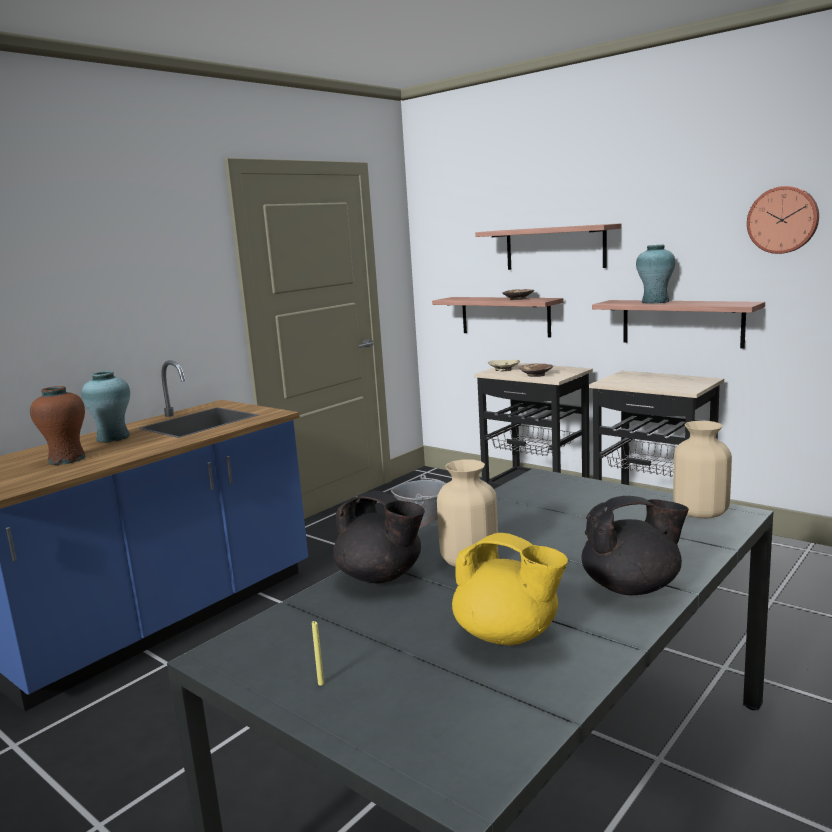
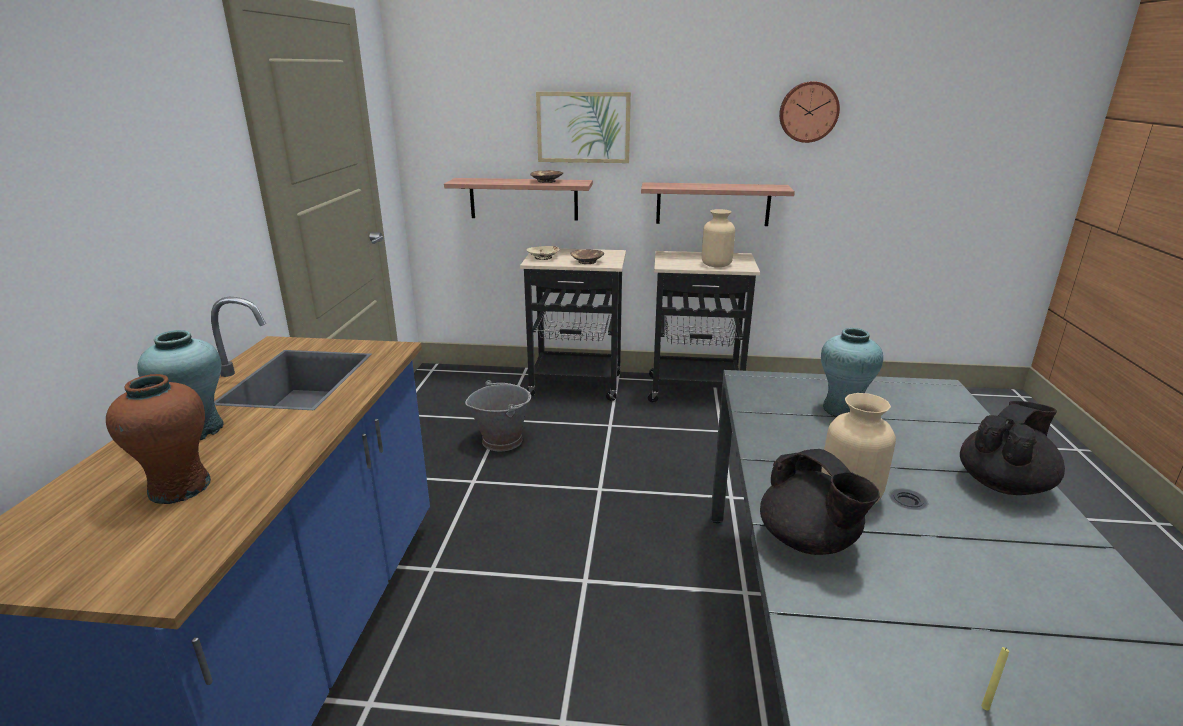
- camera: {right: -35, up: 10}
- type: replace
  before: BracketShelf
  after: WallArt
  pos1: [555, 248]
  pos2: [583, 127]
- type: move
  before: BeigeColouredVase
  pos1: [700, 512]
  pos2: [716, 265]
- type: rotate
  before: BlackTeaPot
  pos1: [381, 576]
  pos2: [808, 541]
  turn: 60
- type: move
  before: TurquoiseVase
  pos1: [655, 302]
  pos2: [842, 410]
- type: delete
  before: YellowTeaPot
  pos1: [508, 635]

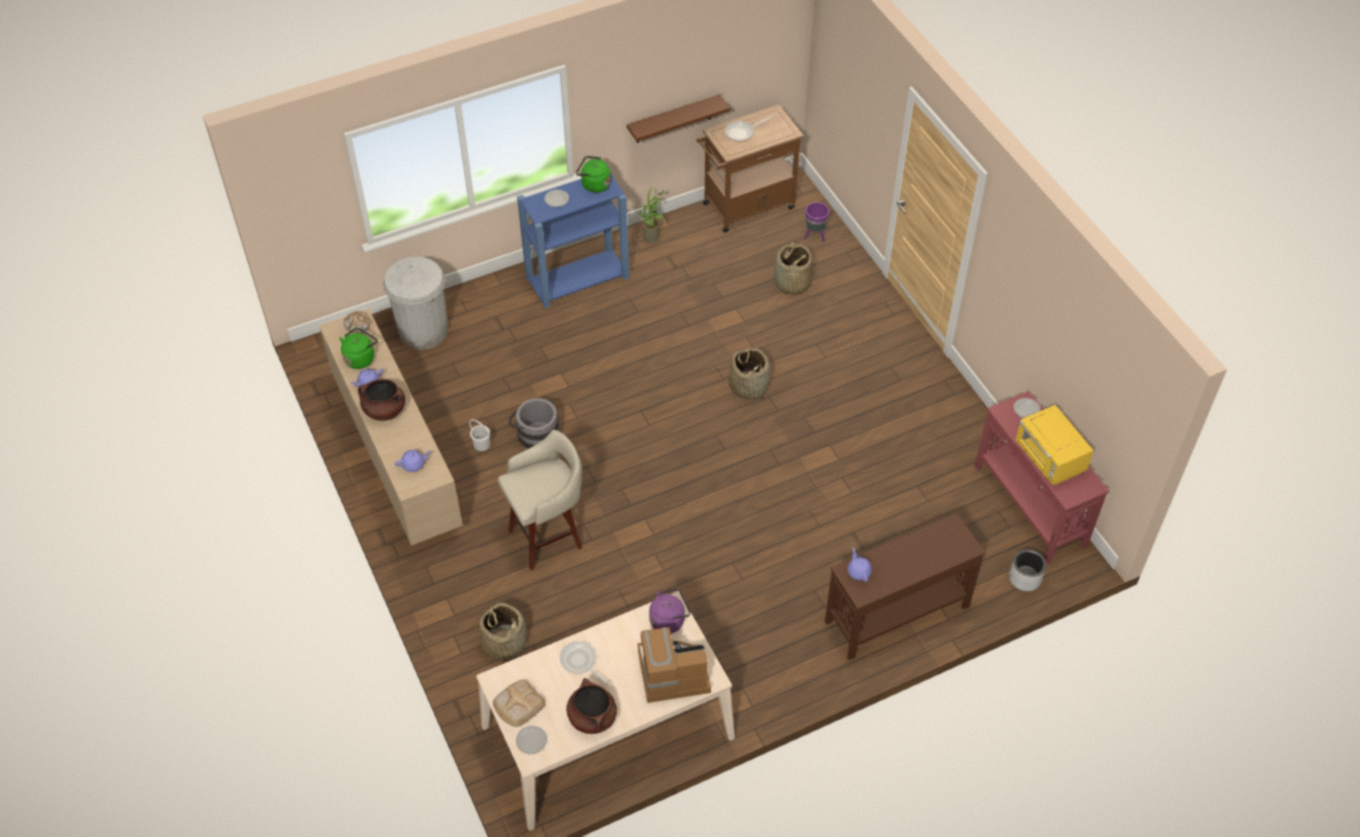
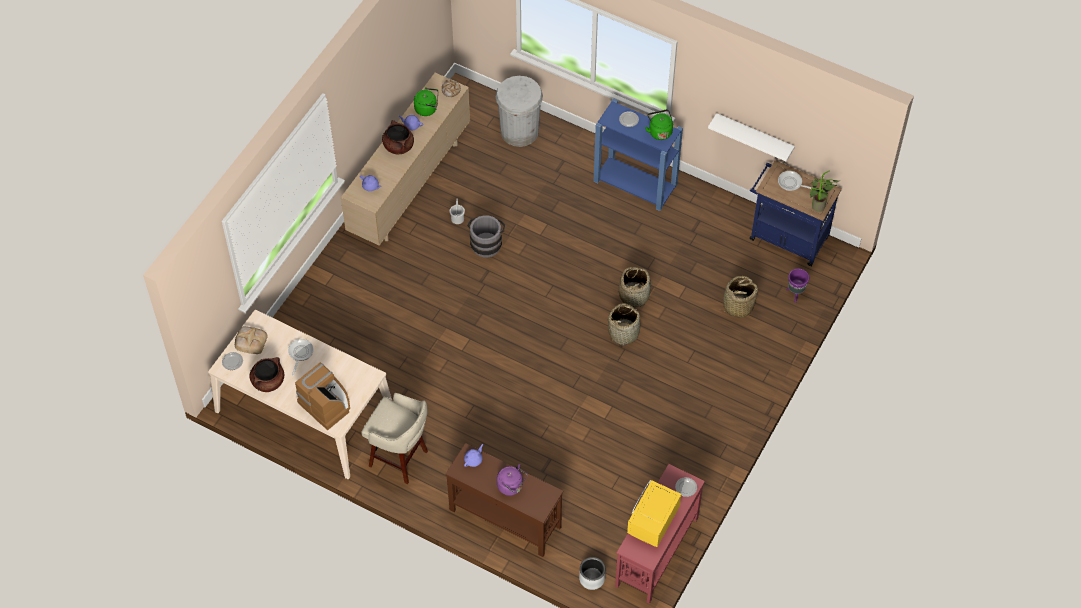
- camera: {right: 55, up: 5}
- type: move
  before: BeigeColouredStoolSeat
  pos1: [548, 538]
  pos2: [400, 460]
- type: move
  before: PurpleTeaKettle
  pos1: [669, 620]
  pos2: [511, 486]
- type: move
  before: Basket
  pos1: [504, 643]
  pos2: [634, 295]
- type: recolor
  before: BrownBracketShelf
  after: WhiteBracketShelf
  pos1: [673, 119]
  pos2: [754, 136]
- type: recolor
  before: BrownWheeledCart
  after: BlueColouredWheeledCart
  pos1: [746, 207]
  pos2: [786, 238]
- type: move
  before: PottedPlant
  pos1: [652, 239]
  pos2: [817, 208]

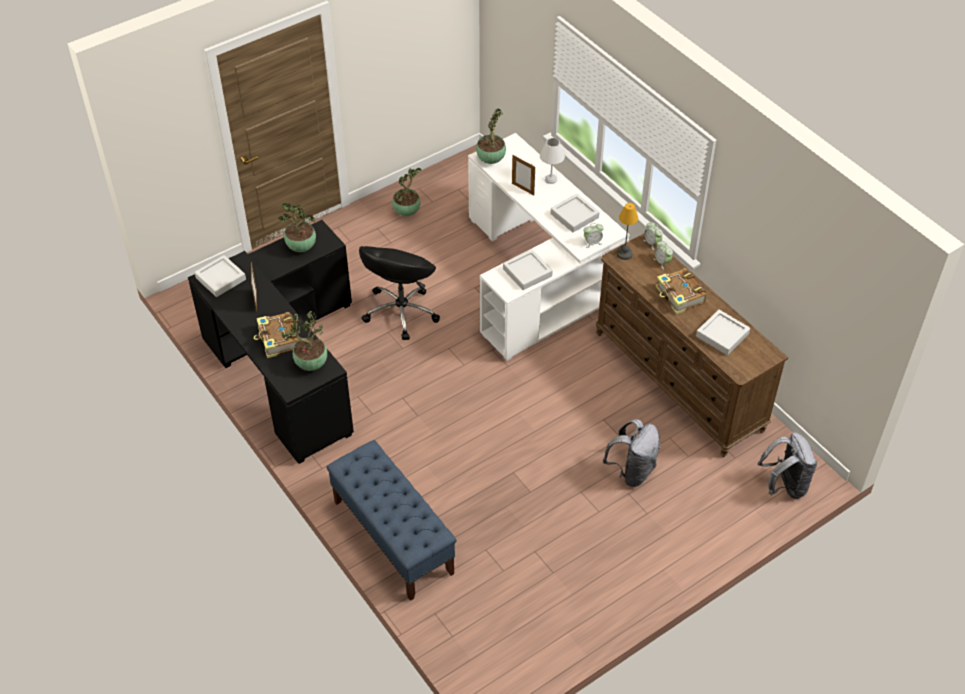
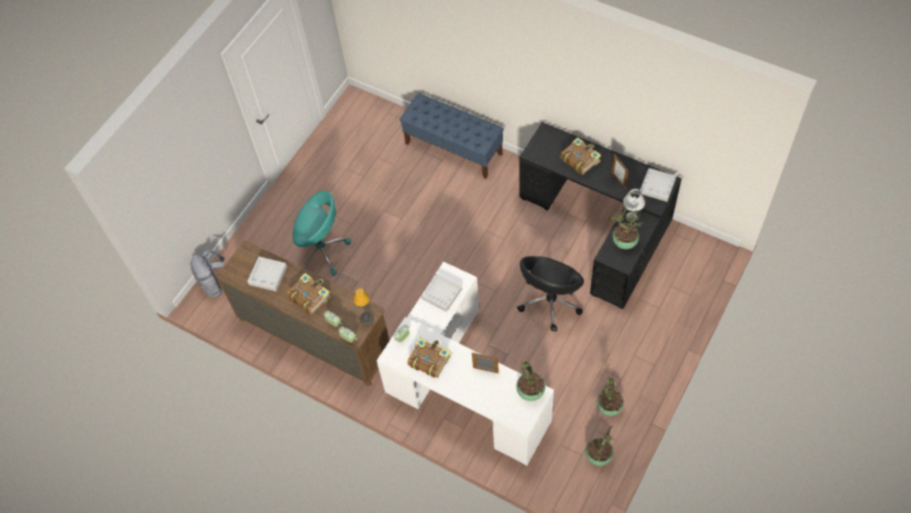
- camera: {right: 160, up: 10}
- type: replace
  before: GreyishBackpack
  after: TurquoiseComputerChair
  pos1: [632, 471]
  pos2: [323, 252]
- type: replace
  before: GreyishTray
  after: Volume
  pos1: [574, 216]
  pos2: [429, 360]
- type: rotate
  before: BlackComputerChair
  pos1: [400, 314]
  pos2: [549, 304]
  turn: -150
- type: move
  before: PottedPlant
  pos1: [310, 365]
  pos2: [598, 456]
- type: move
  before: WhiteTabletopLamp
  pos1: [551, 179]
  pos2: [631, 217]

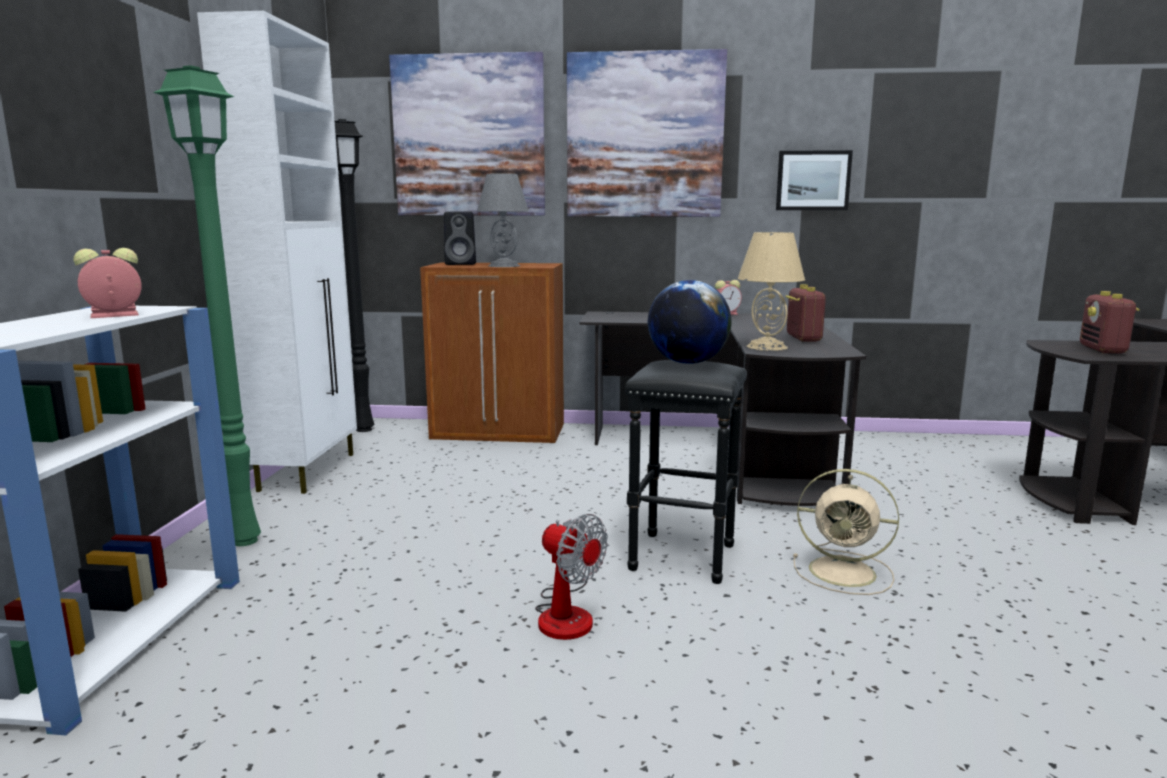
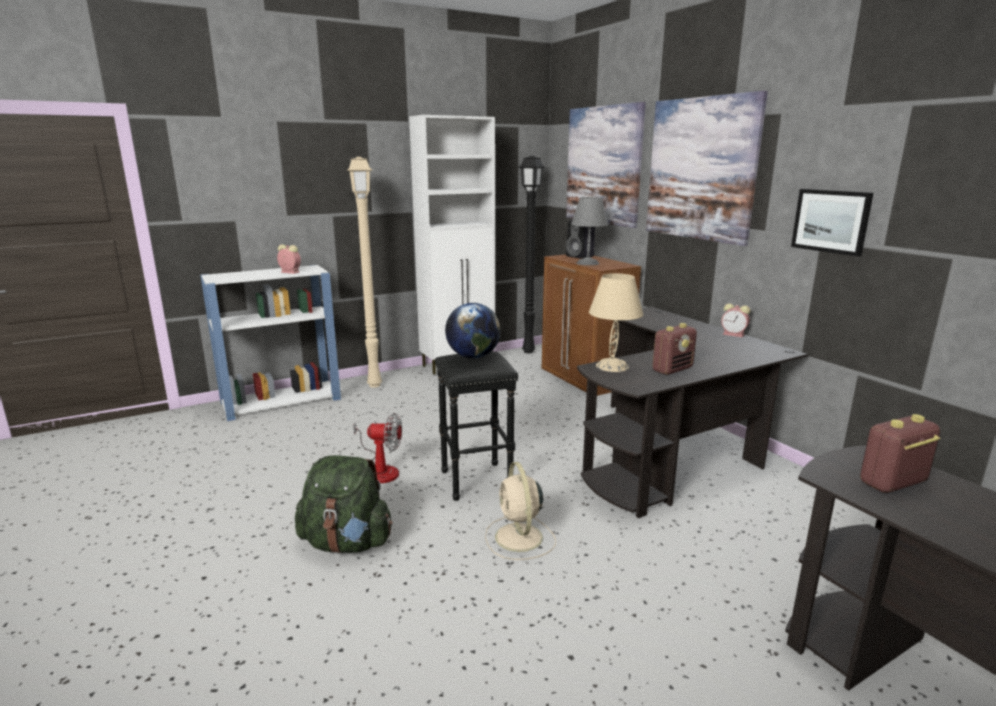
- camera: {right: 55, up: 5}
- type: insert
  after: GreenBackpack
  pos2: [347, 543]
- type: recolor
  before: GreenFloorLamp
  after: BeigeColouredFloorLamp
  pos1: [245, 540]
  pos2: [375, 385]
- type: rotate
  before: ElectricFan
  pos1: [566, 613]
  pos2: [379, 470]
  turn: -90

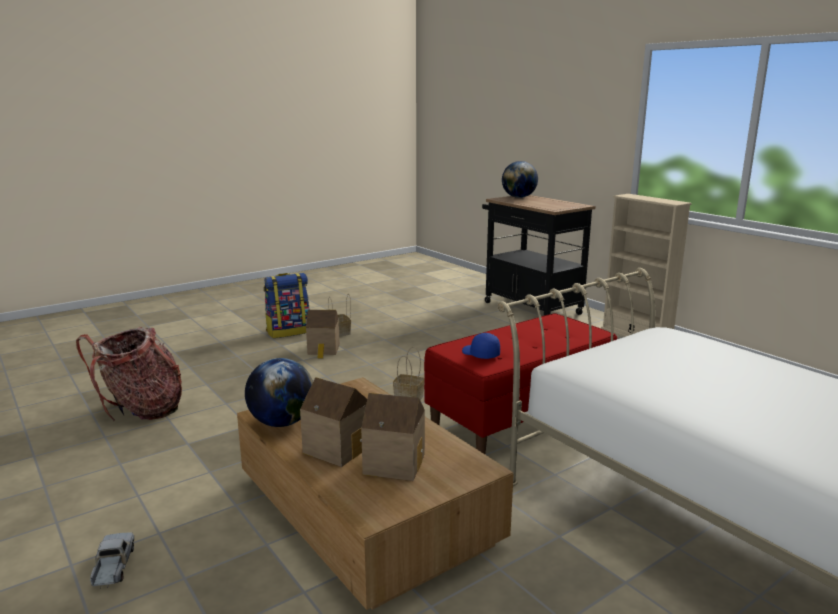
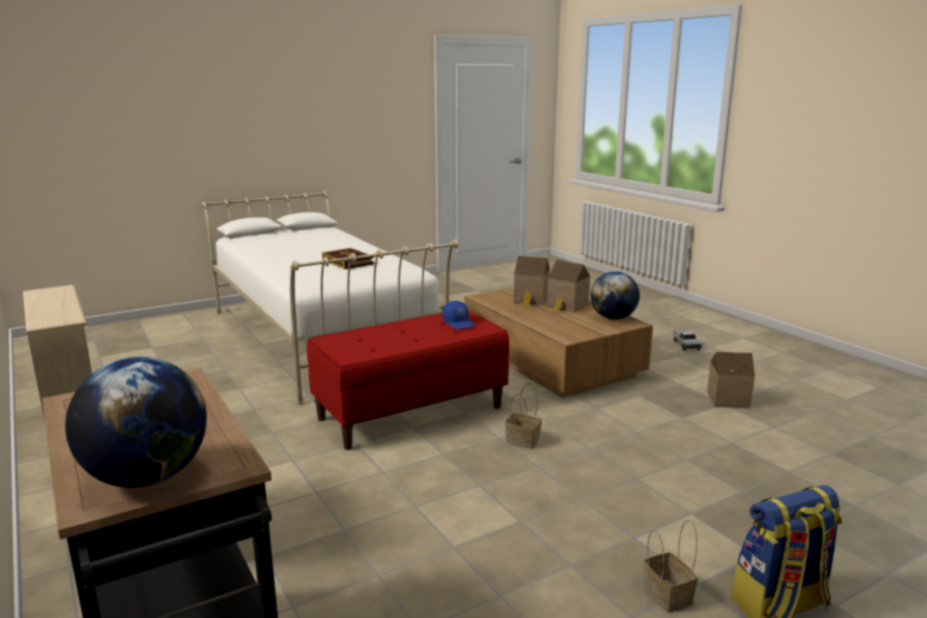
- camera: {right: -175, up: 0}
- type: insert
  after: Volume
  pos2: [347, 262]
- type: move
  before: ModelHouse
  pos1: [323, 350]
  pos2: [727, 399]
- type: delete
  before: Backpack
  pos1: [142, 411]

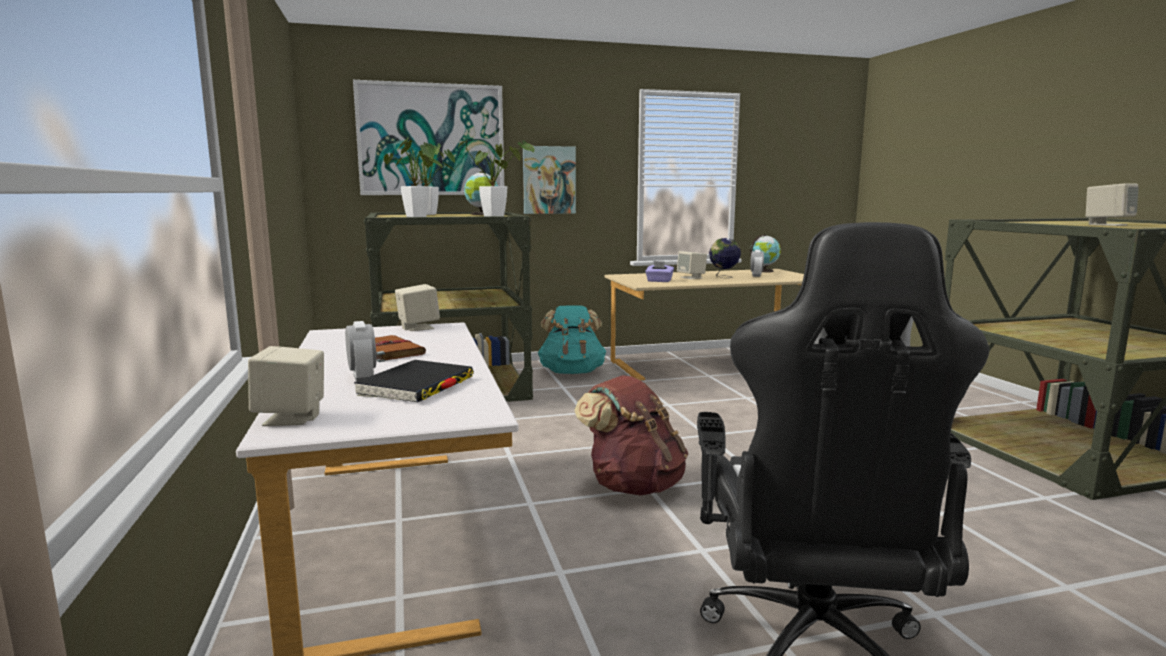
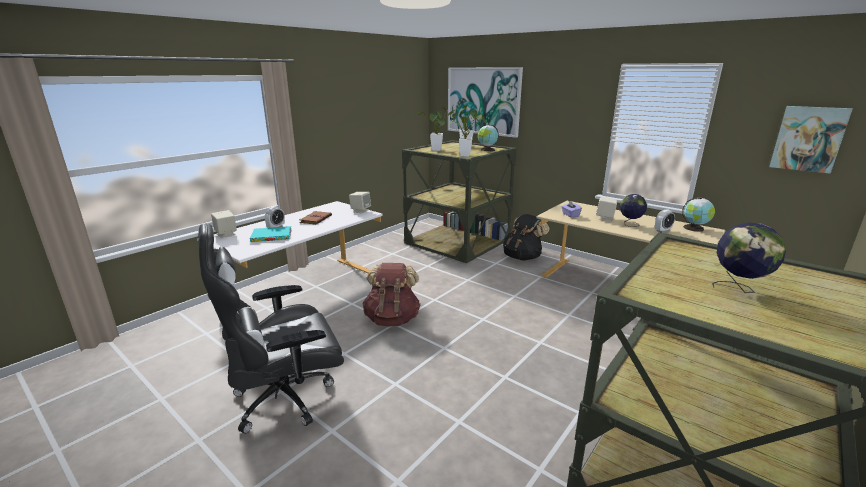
- camera: {right: 55, up: 10}
- type: recolor
  before: BlackVolume
  after: TurquoiseVolume
  pos1: [417, 386]
  pos2: [271, 236]
- type: recolor
  before: TurquoiseBackpack
  after: BlackBackpack
  pos1: [572, 372]
  pos2: [522, 257]
- type: replace
  before: BeigeColouredAudioSpeaker
  after: WorldGlobe
  pos1: [1107, 225]
  pos2: [738, 289]
- type: move
  before: WallArt
  pos1: [549, 180]
  pos2: [808, 139]

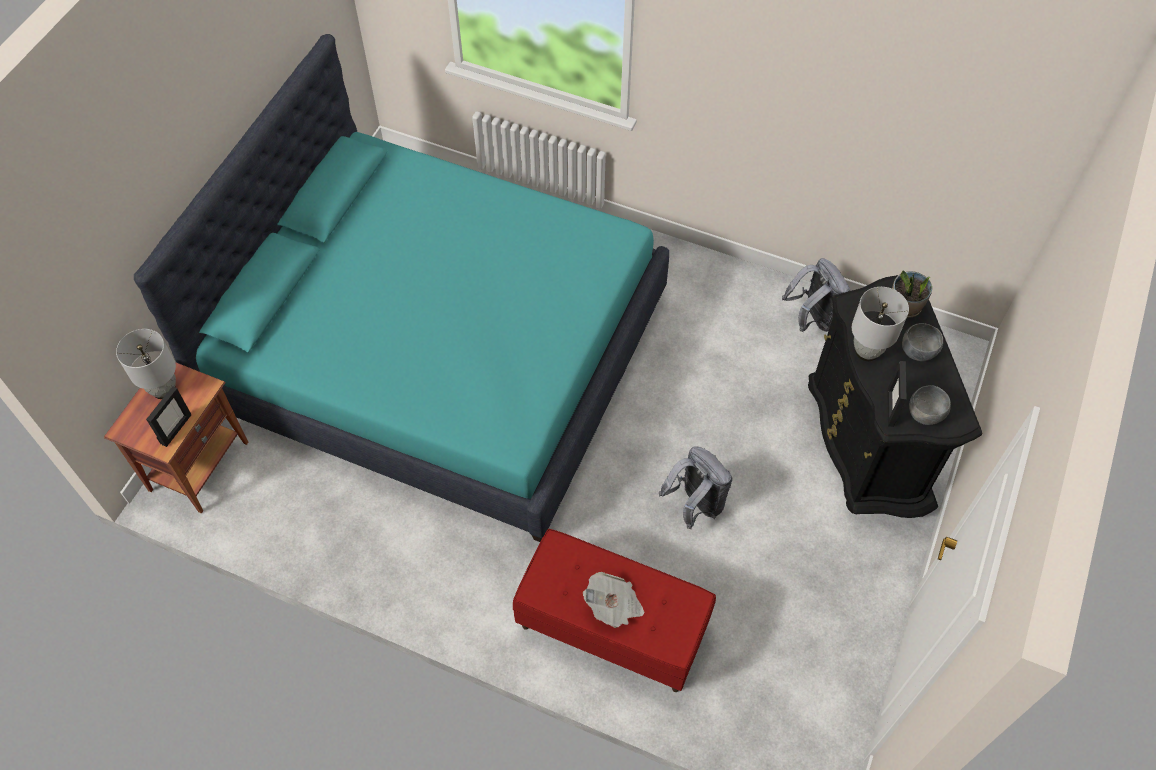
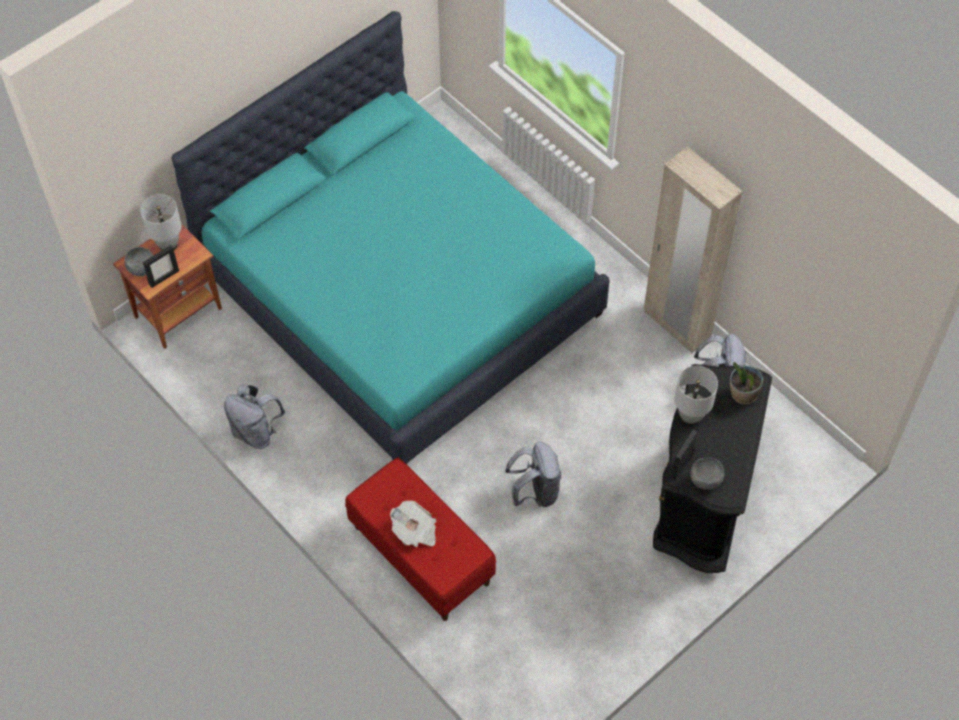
- camera: {right: 25, up: 0}
- type: move
  before: GreyishBowl
  pos1: [917, 352]
  pos2: [142, 269]
- type: insert
  after: GreyishBackpack
  pos2: [256, 432]
- type: insert
  after: BeigeColouredClothesCupboard
  pos2: [676, 325]

